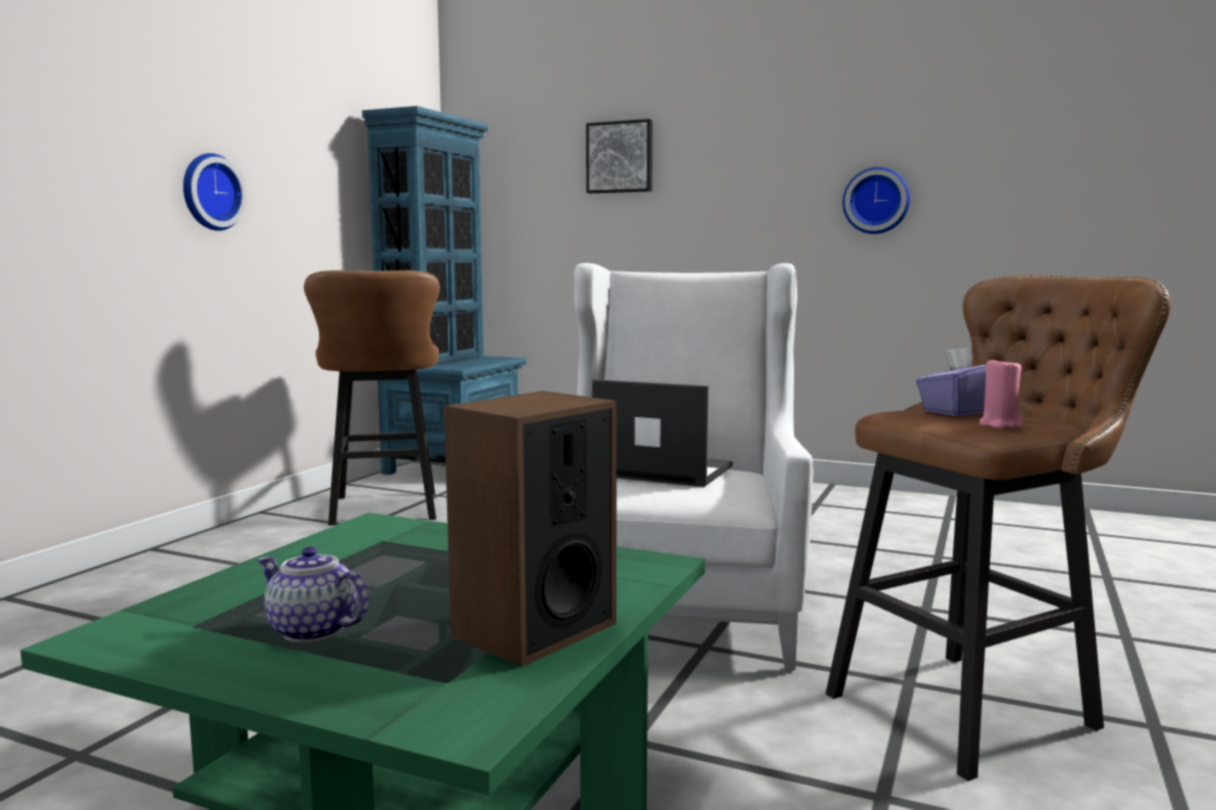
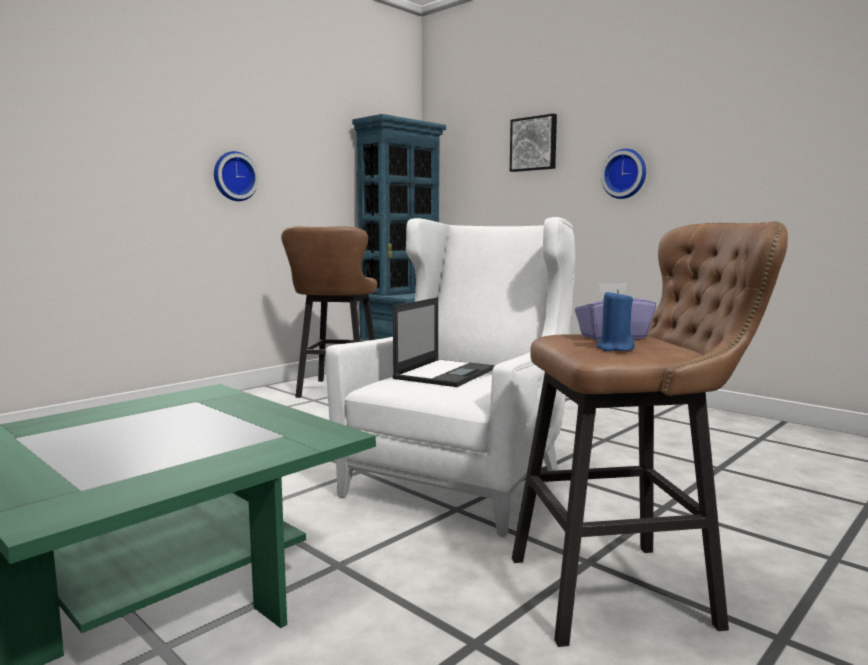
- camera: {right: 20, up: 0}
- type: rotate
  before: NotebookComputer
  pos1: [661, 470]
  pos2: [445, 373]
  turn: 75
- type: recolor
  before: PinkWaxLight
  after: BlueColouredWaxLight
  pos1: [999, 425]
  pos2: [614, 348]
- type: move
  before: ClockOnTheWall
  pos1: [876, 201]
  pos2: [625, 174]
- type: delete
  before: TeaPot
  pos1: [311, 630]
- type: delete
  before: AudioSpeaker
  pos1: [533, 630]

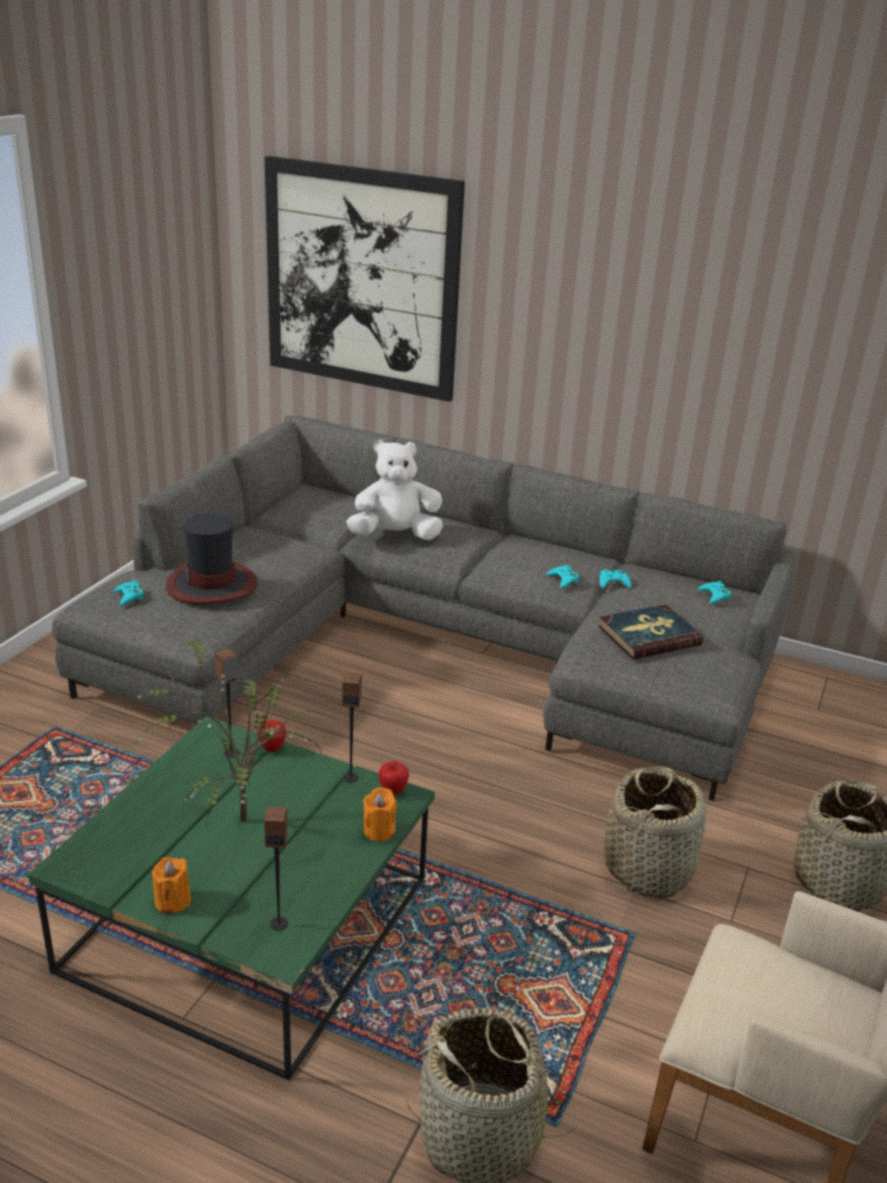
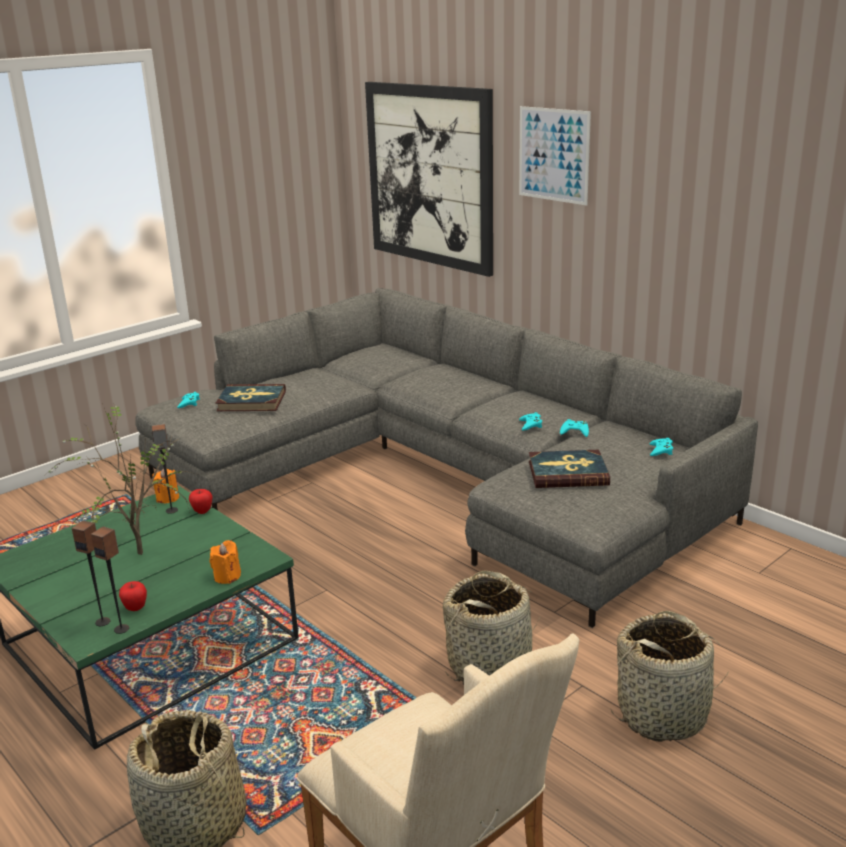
- camera: {right: 25, up: -5}
- type: move
  before: AudioSpeaker
  pos1: [351, 777]
  pos2: [122, 629]
- type: move
  before: Apple
  pos1: [393, 790]
  pos2: [135, 608]
- type: move
  before: OrangeWaxLight
  pos1: [172, 901]
  pos2: [167, 498]
- type: replace
  before: WearableHat
  after: Volume
  pos1: [212, 584]
  pos2: [251, 401]
- type: insert
  after: WallArt
  pos2: [553, 155]
- type: delete
  before: WhitePlushToy
  pos1: [395, 535]

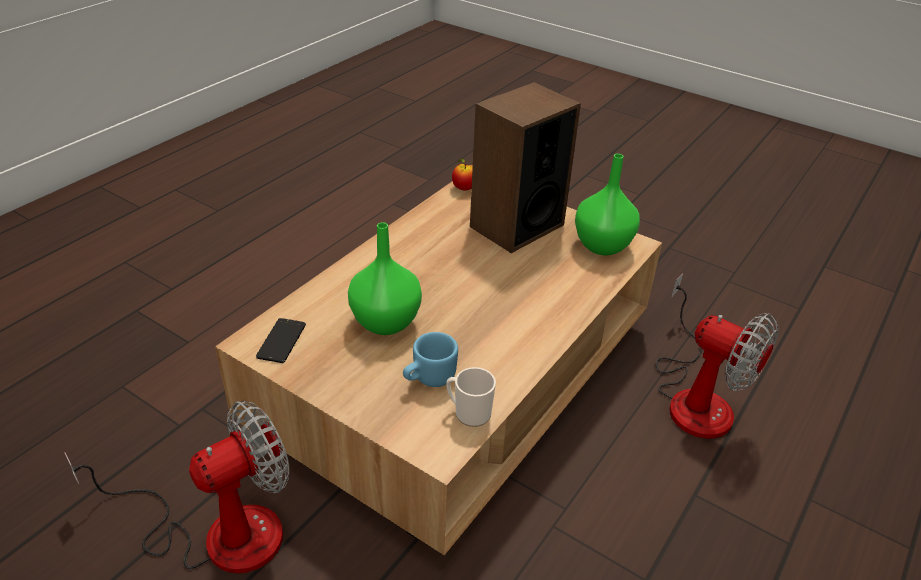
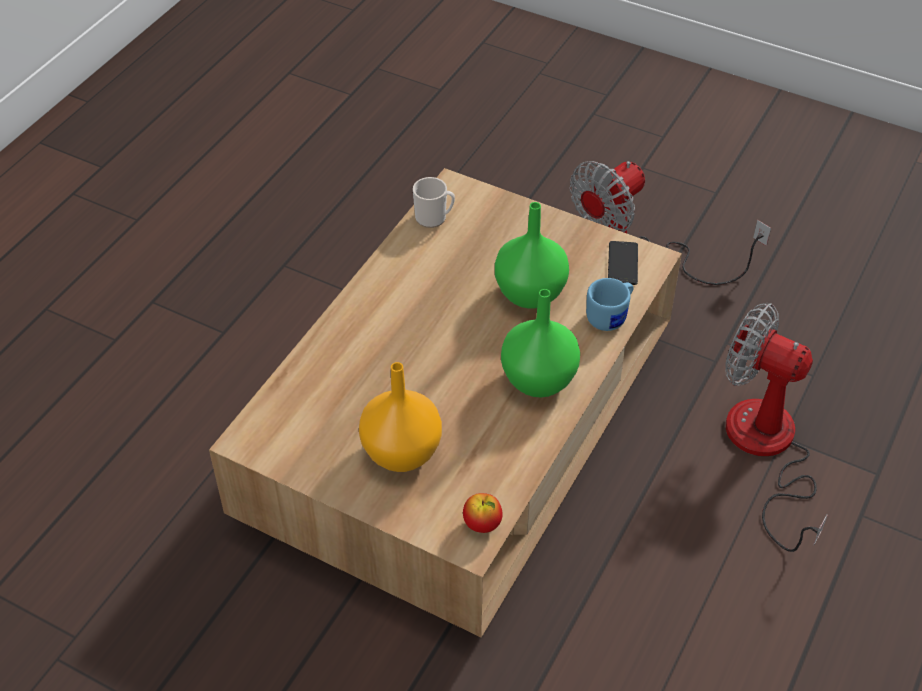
- camera: {right: 175, up: 10}
- type: replace
  before: AudioSpeaker
  after: OrangeVase
  pos1: [516, 225]
  pos2: [401, 454]
- type: move
  before: GreenVase
  pos1: [601, 245]
  pos2: [540, 381]
- type: move
  before: BlueColouredCoffeeMug
  pos1: [428, 378]
  pos2: [611, 316]
- type: move
  before: ElectricFan
  pos1: [695, 396]
  pos2: [766, 450]

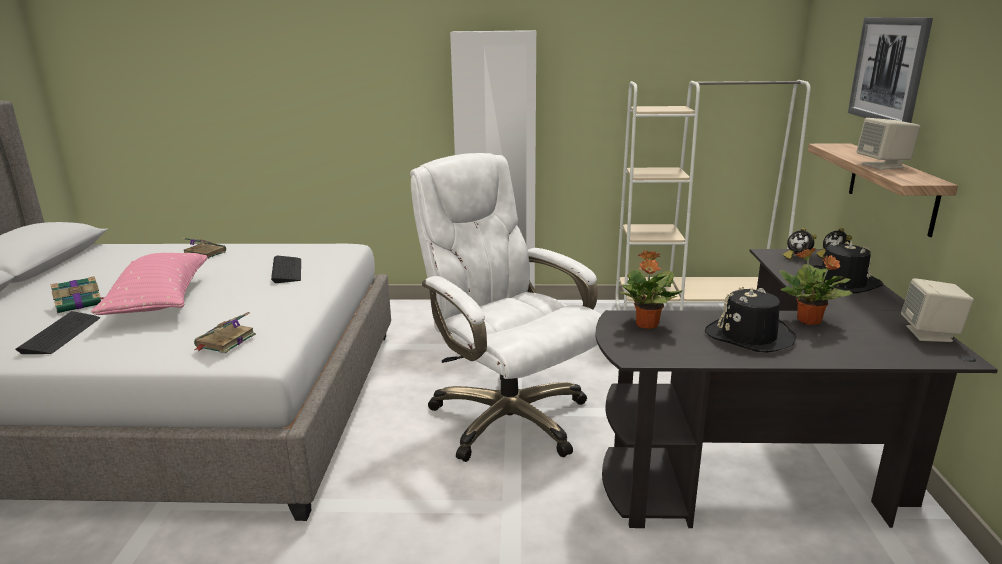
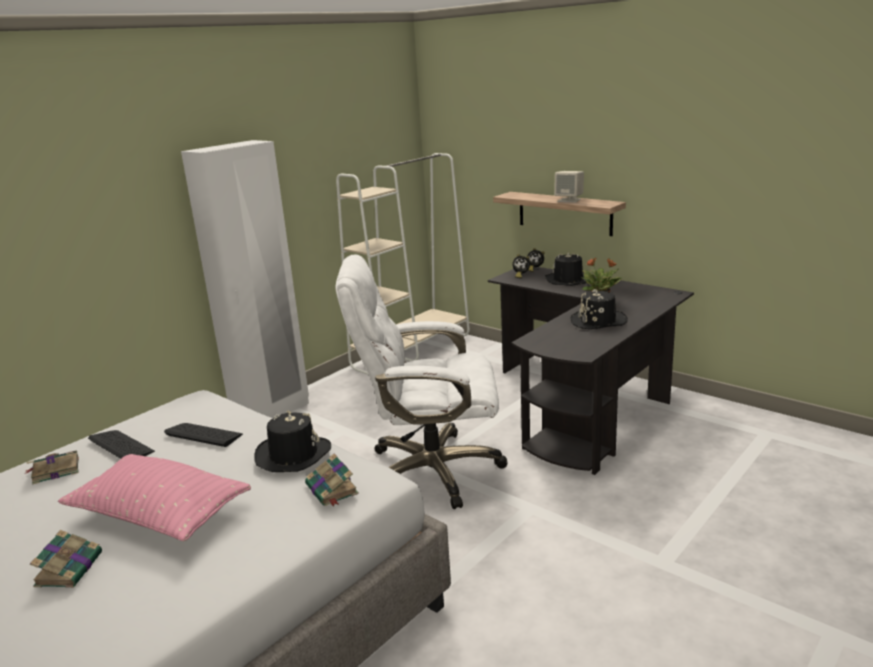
- camera: {right: -50, up: 0}
- type: move
  before: ComputerKeyboard
  pos1: [61, 334]
  pos2: [121, 447]
- type: insert
  after: BlackWearableHat
  pos2: [293, 455]
- type: delete
  before: PottedPlant
  pos1: [646, 325]
- type: delete
  before: WallArt
  pos1: [888, 70]
- type: delete
  before: BeigeColouredAudioSpeaker
  pos1: [929, 334]

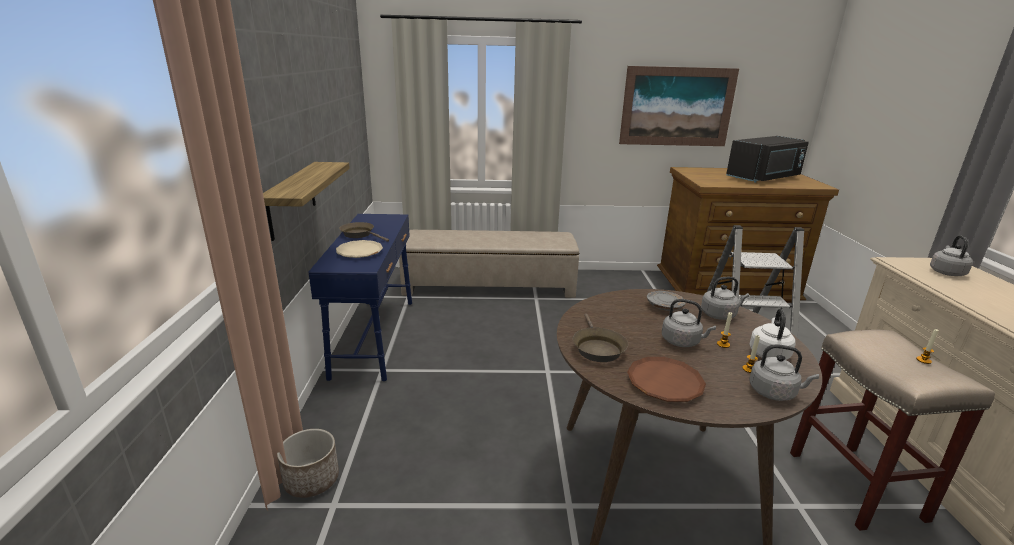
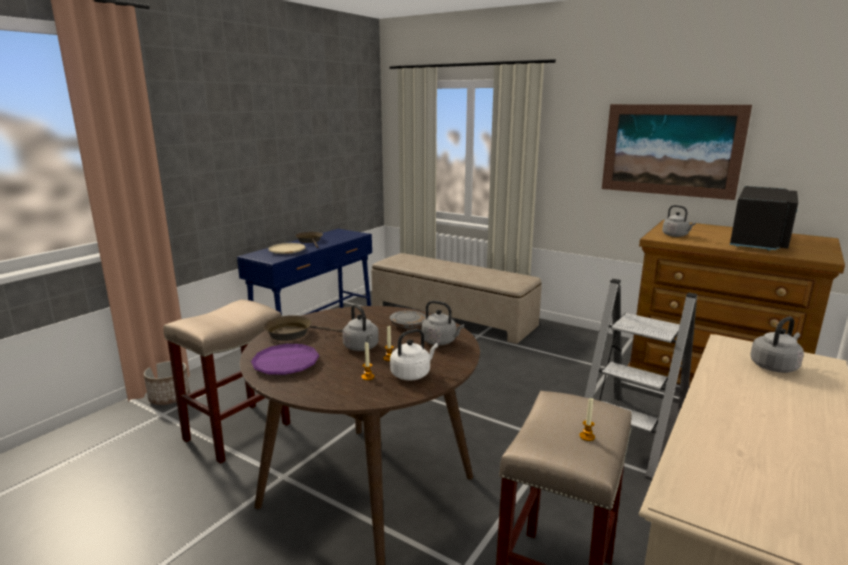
- camera: {right: 35, up: -5}
- type: insert
  after: BeigeColouredStoolSeat
  pos2: [238, 431]
- type: recolor
  before: BrownPlate
  after: PurplePlate
  pos1: [664, 383]
  pos2: [286, 364]
- type: rotate
  before: BrownSkillet
  pos1: [597, 348]
  pos2: [293, 333]
  turn: 60
- type: move
  before: GreyishTeaKettle
  pos1: [774, 392]
  pos2: [676, 235]
- type: rotate
  before: BlackKitchenMicrowave
  pos1: [764, 178]
  pos2: [760, 241]
  turn: -60
- type: delete
  before: BracketShelf
  pos1: [291, 199]

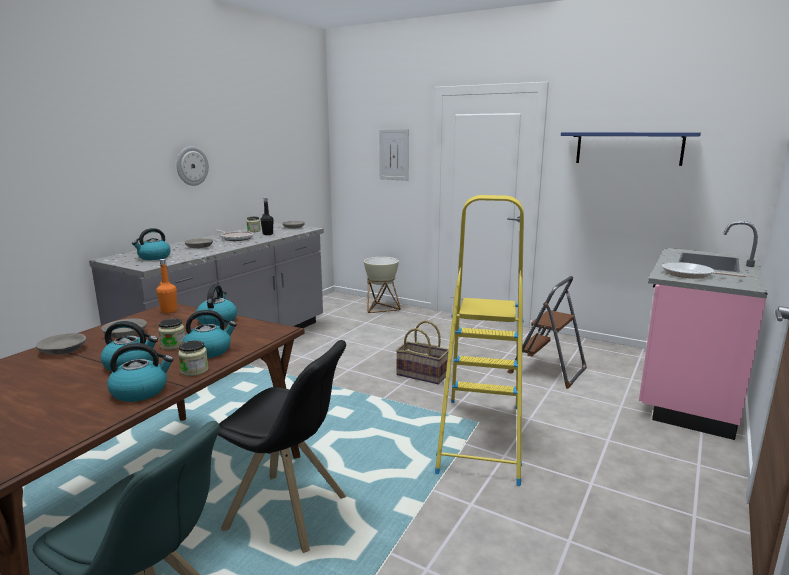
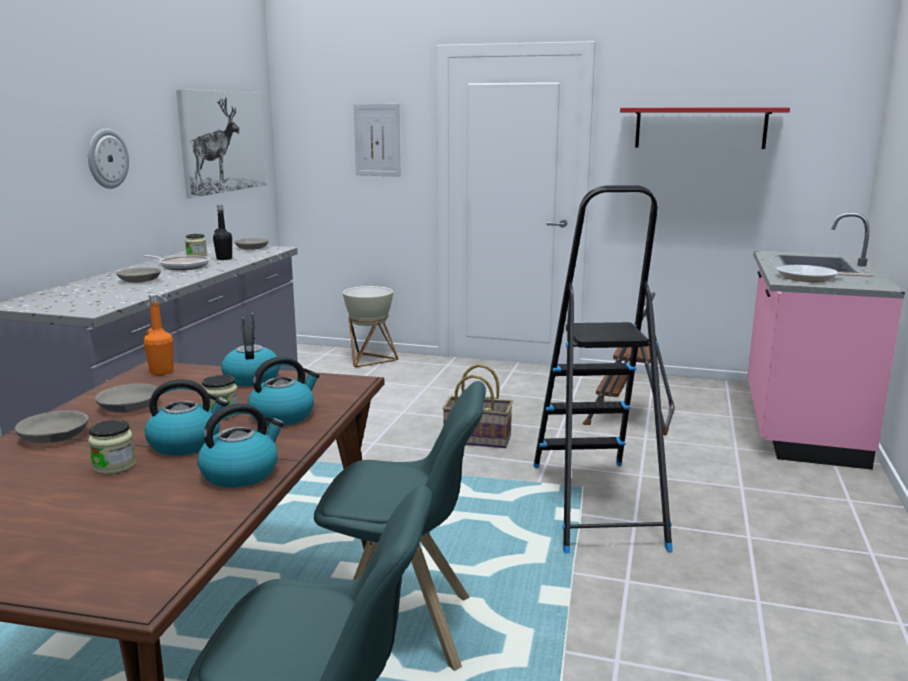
- camera: {right: -15, up: 0}
- type: move
  before: Jar
  pos1: [194, 370]
  pos2: [114, 466]
- type: insert
  after: WallArt
  pos2: [223, 142]
- type: recolor
  before: BlackUprightChair
  after: TurquoiseUprightChair
  pos1: [288, 512]
  pos2: [402, 628]
- type: recolor
  before: YellowStepStool
  after: BlackStepStool
  pos1: [481, 436]
  pos2: [594, 503]
- type: recolor
  before: BlueColouredBracketShelf
  after: RedColouredBracketShelf
  pos1: [628, 148]
  pos2: [700, 128]
- type: delete
  before: TeaKettle
  pos1: [154, 257]

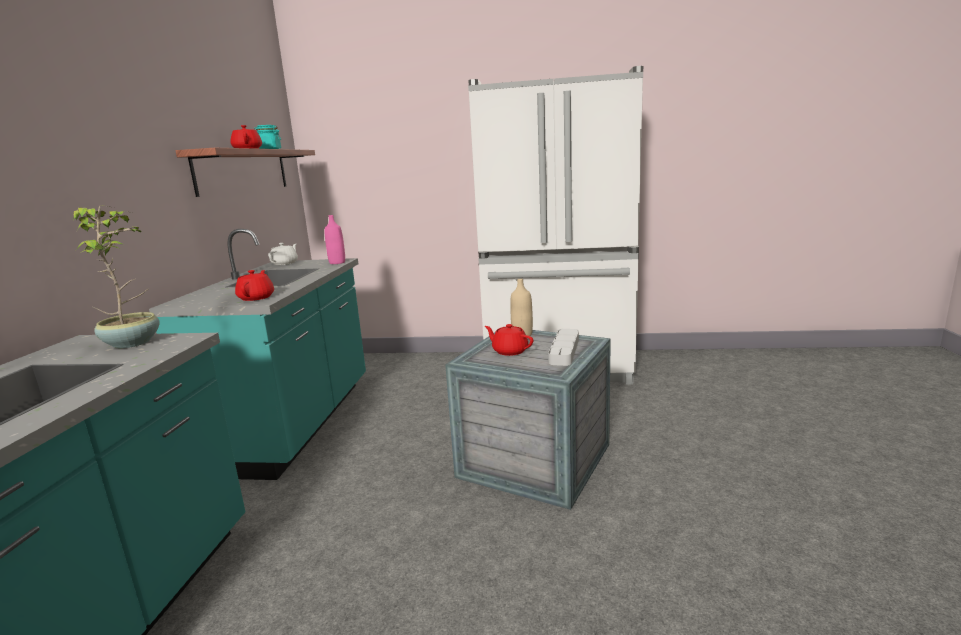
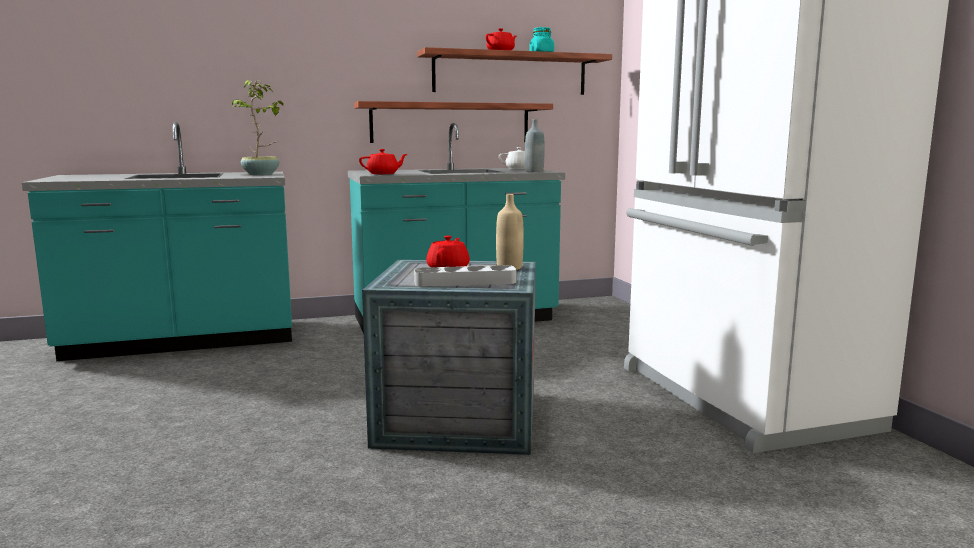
- camera: {right: 65, up: -5}
- type: insert
  after: BracketShelf
  pos2: [451, 123]
- type: recolor
  before: PinkBottle
  after: GreyishBottle
  pos1: [337, 262]
  pos2: [534, 172]

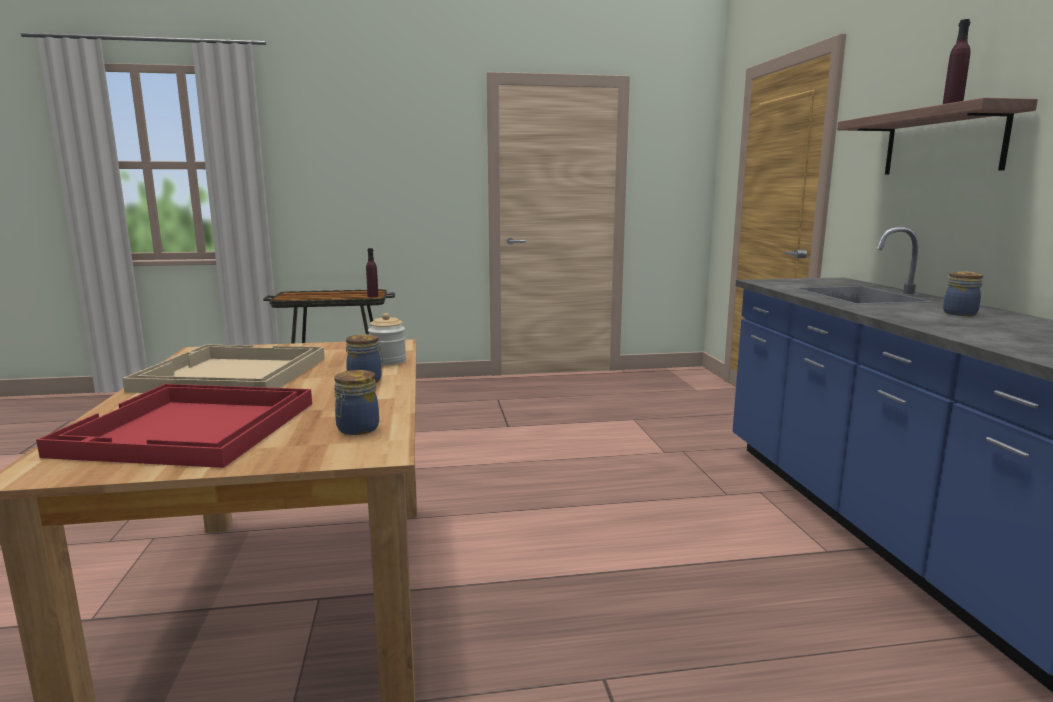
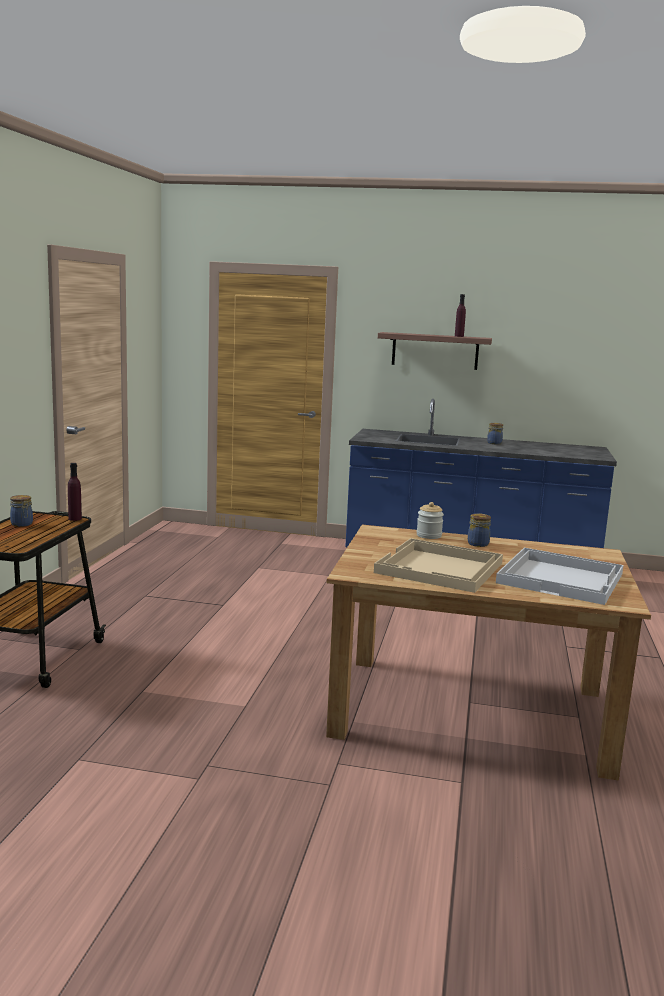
- camera: {right: -70, up: 0}
- type: move
  before: Jar
  pos1: [356, 429]
  pos2: [22, 524]
- type: recolor
  before: RedColouredTray
  after: WhiteTray
  pos1: [191, 428]
  pos2: [562, 578]

